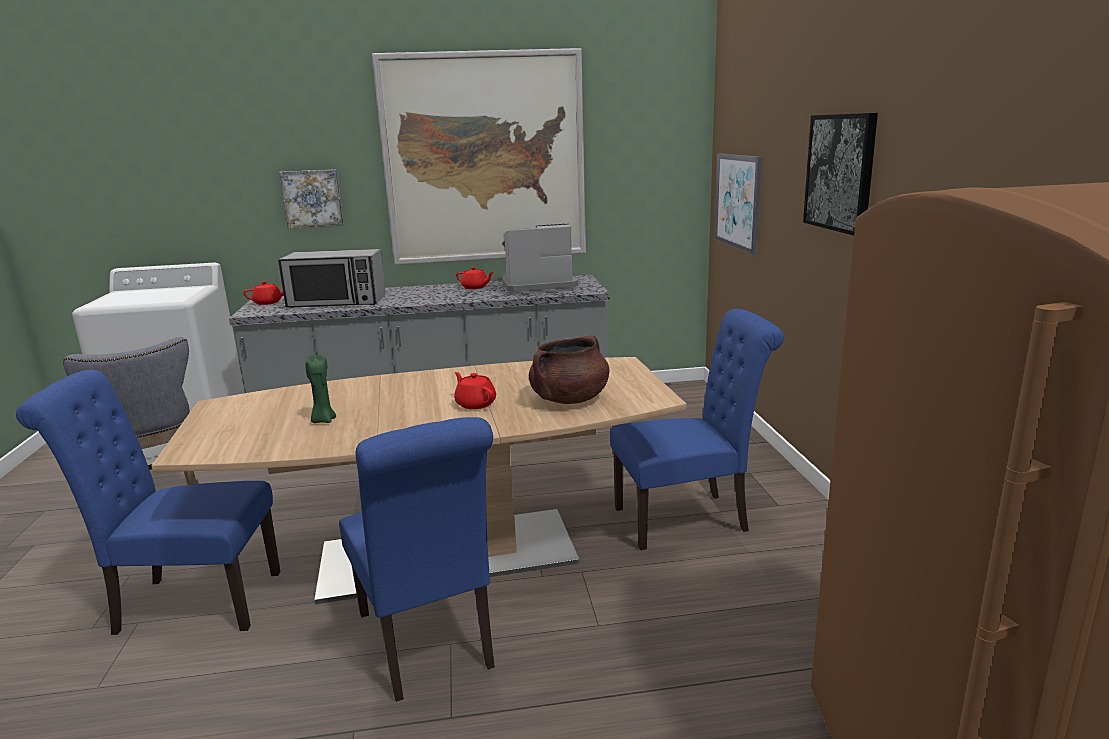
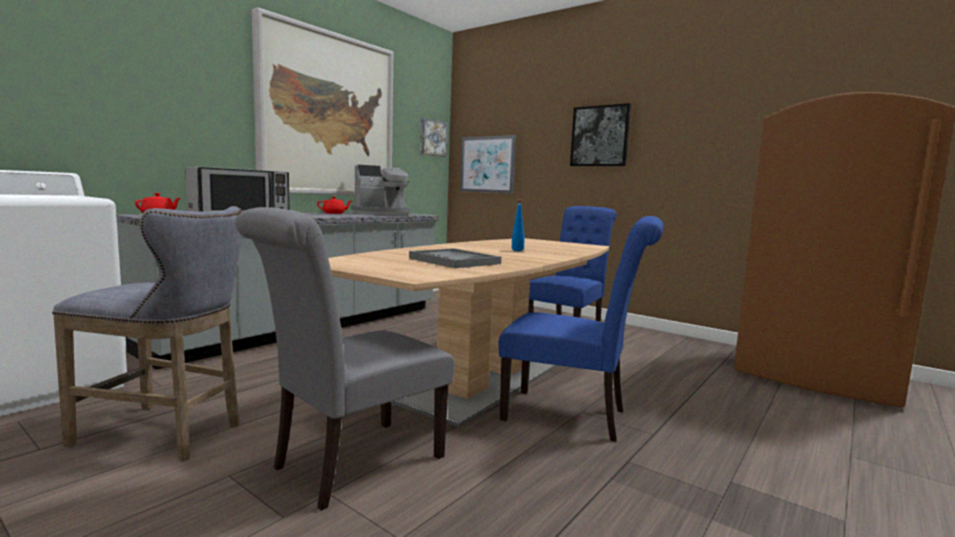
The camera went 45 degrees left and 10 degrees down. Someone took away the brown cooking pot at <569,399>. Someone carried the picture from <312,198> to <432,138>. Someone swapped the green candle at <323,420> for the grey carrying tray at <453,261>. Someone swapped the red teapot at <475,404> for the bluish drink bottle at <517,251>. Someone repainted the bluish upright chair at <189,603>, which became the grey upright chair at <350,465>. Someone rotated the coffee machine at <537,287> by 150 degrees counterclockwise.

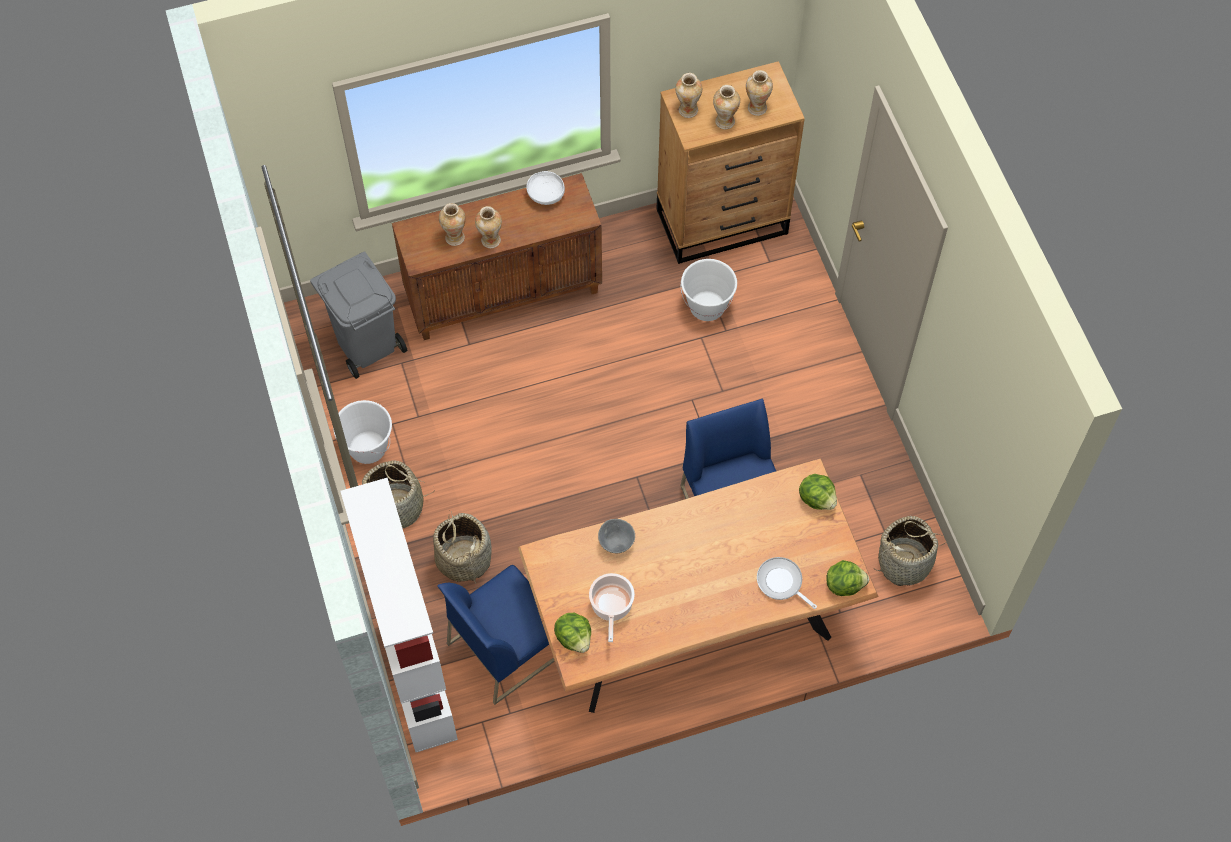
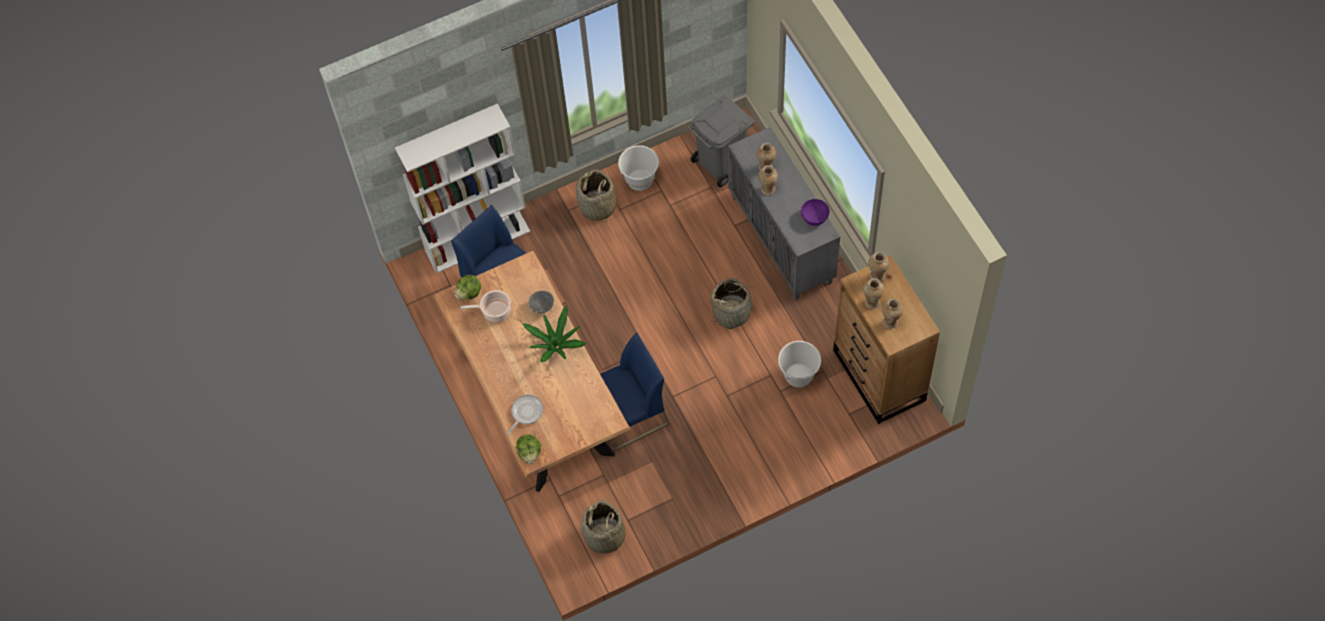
The camera went 85 degrees right and 0 degrees up. Someone took away the lettuce head at <817,498>. Someone put down the houseplant at <556,344>. Someone carried the household basket from <463,558> to <732,312>. Someone repainted the brown cupboard at <504,293>, which became the grey cupboard at <782,239>. Someone repainted the whitish bowl at <545,195>, which became the purple-coloured bowl at <814,216>.

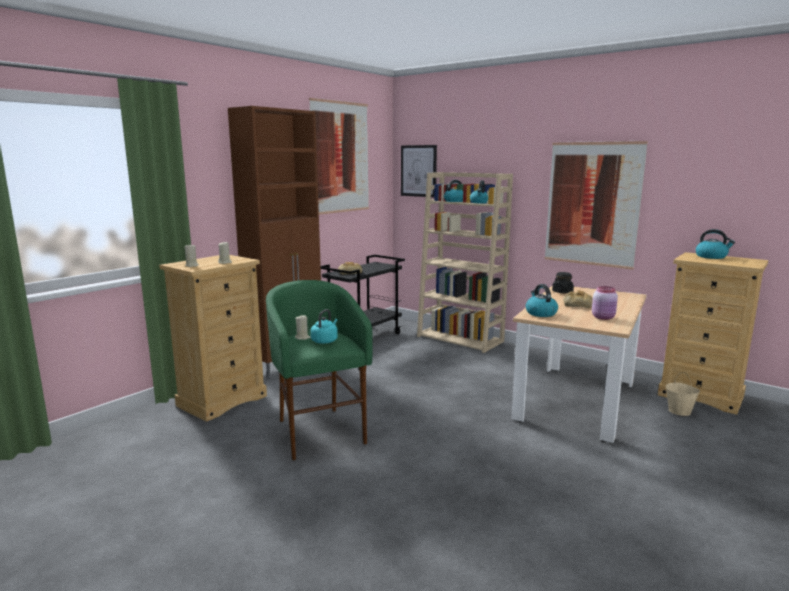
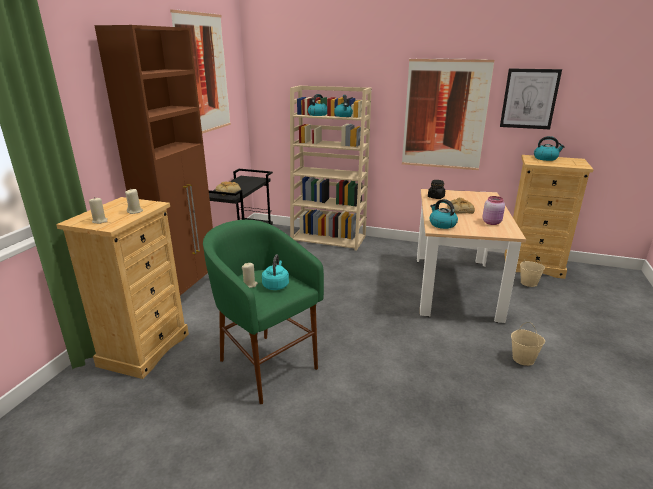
The camera went 20 degrees left and 10 degrees up. Someone put down the beige-coloured pail at <523,359>. Someone carried the picture from <418,171> to <529,99>.

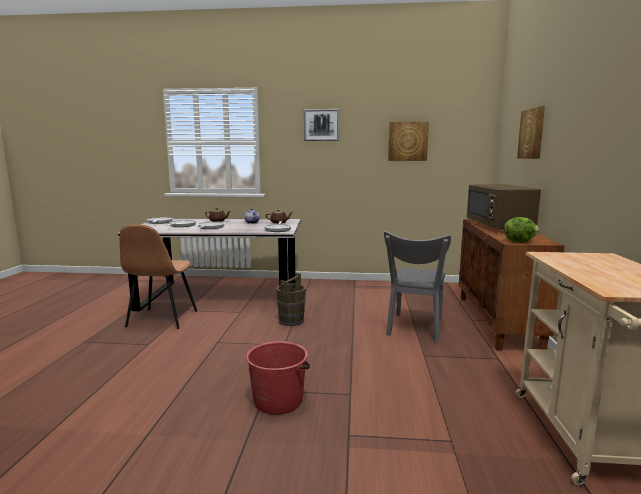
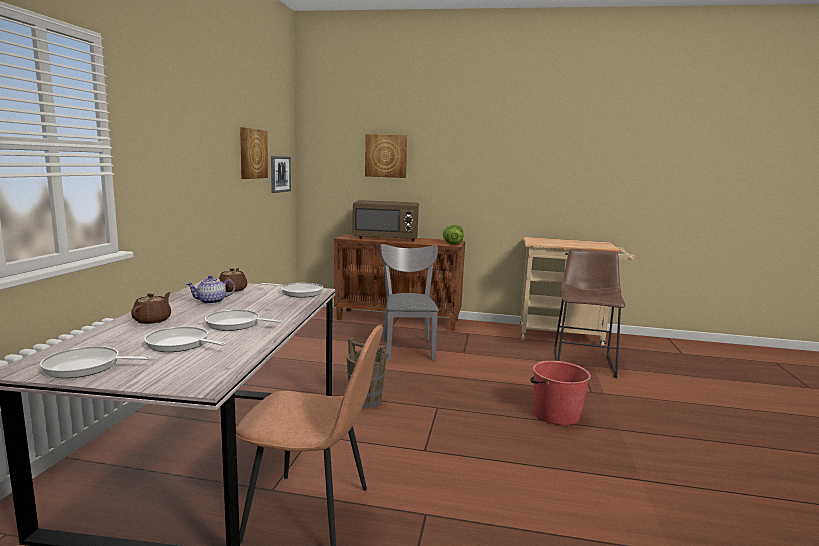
The camera went 85 degrees left and 0 degrees up. Someone put down the brown sitting stool at <583,361>. Someone carried the picture from <321,125> to <280,174>. Someone rotated the grey upright chair at <414,329> by 120 degrees counterclockwise.

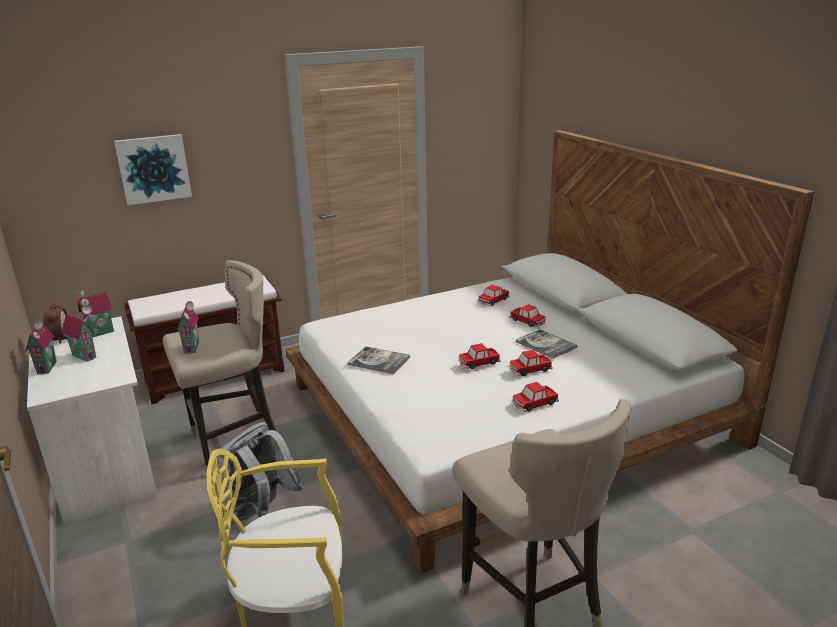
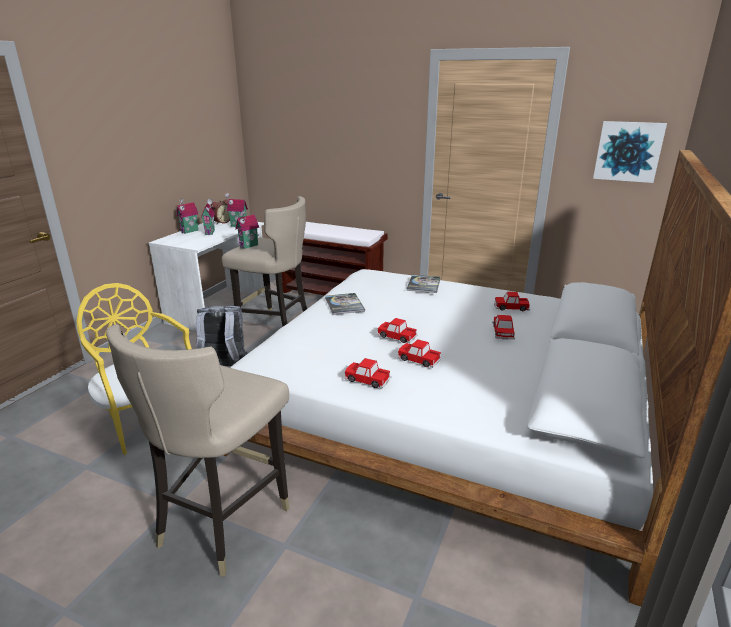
The camera went 50 degrees right and 0 degrees up. Someone carried the picture from <154,169> to <628,151>. Someone carried the volume from <546,344> to <423,284>.

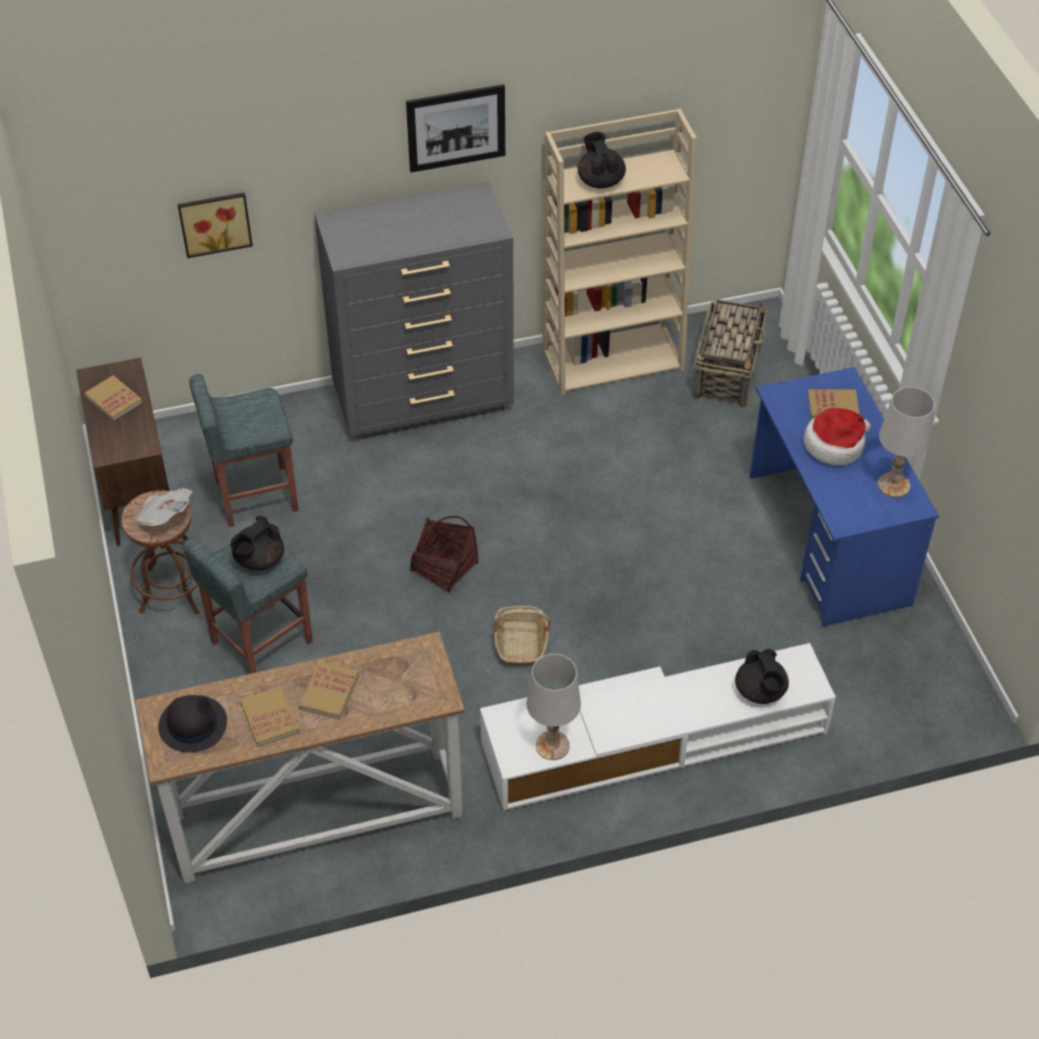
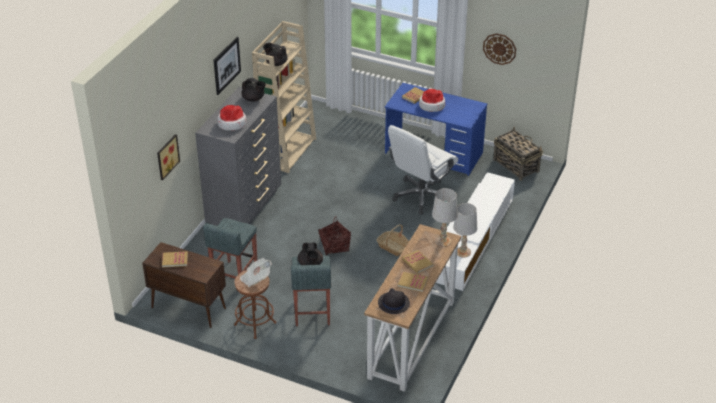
The camera went 50 degrees left and 10 degrees down. Someone put down the clothing hat at <232,123>. Someone put down the whitish computer chair at <421,196>. Someone put up the wall clock at <499,48>. Someone carried the household basket from <727,372> to <515,165>. Someone carried the black teapot from <760,692> to <253,99>. Someone carried the whitish table lamp from <893,484> to <442,241>.

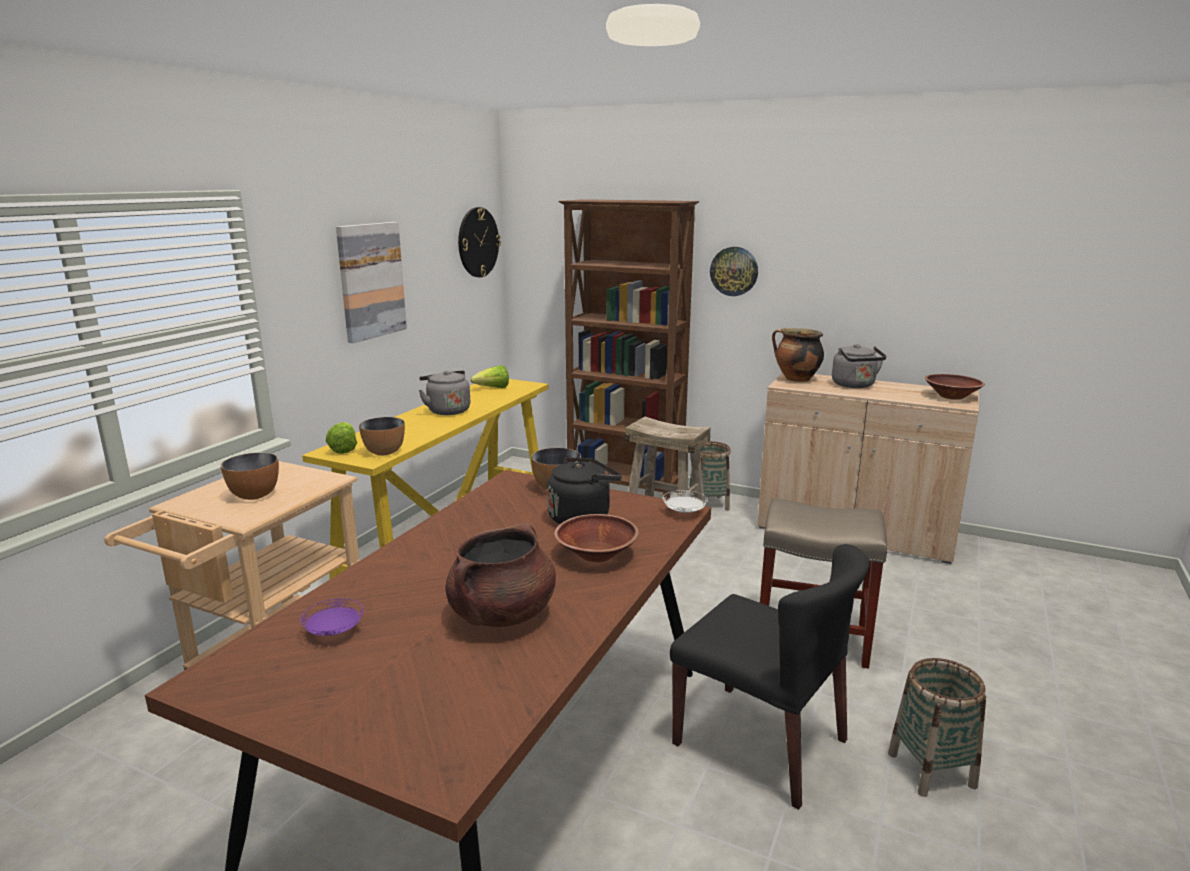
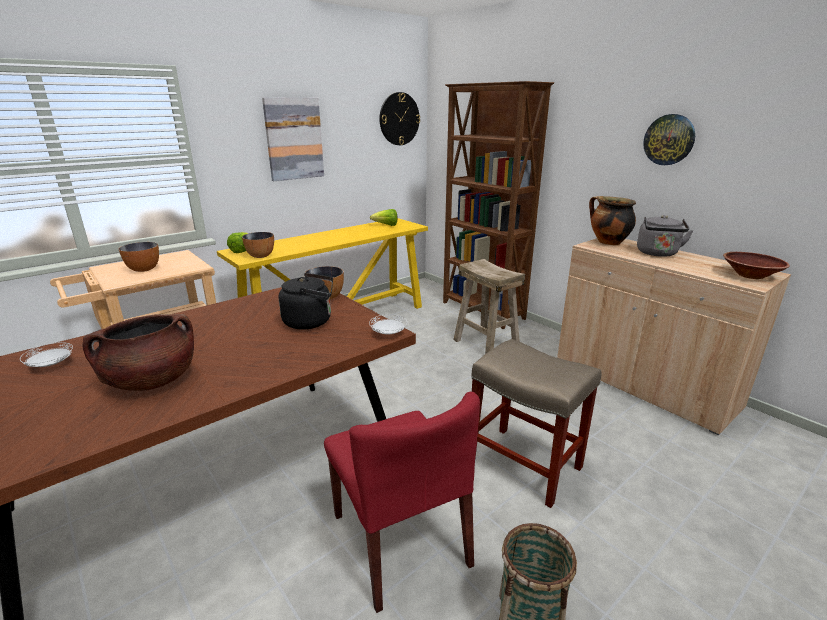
The camera went 25 degrees right and 5 degrees up. Someone took away the grey tea kettle at <447,410>. Someone took away the brown bowl at <597,554>. Someone took away the household basket at <708,504>. Someone carried the wall clock from <734,271> to <669,140>. Someone repainted the purple-coloured plate at <334,631>, which became the whitish plate at <51,365>. Someone repainted the black upright chair at <761,742>, which became the red upright chair at <401,540>.

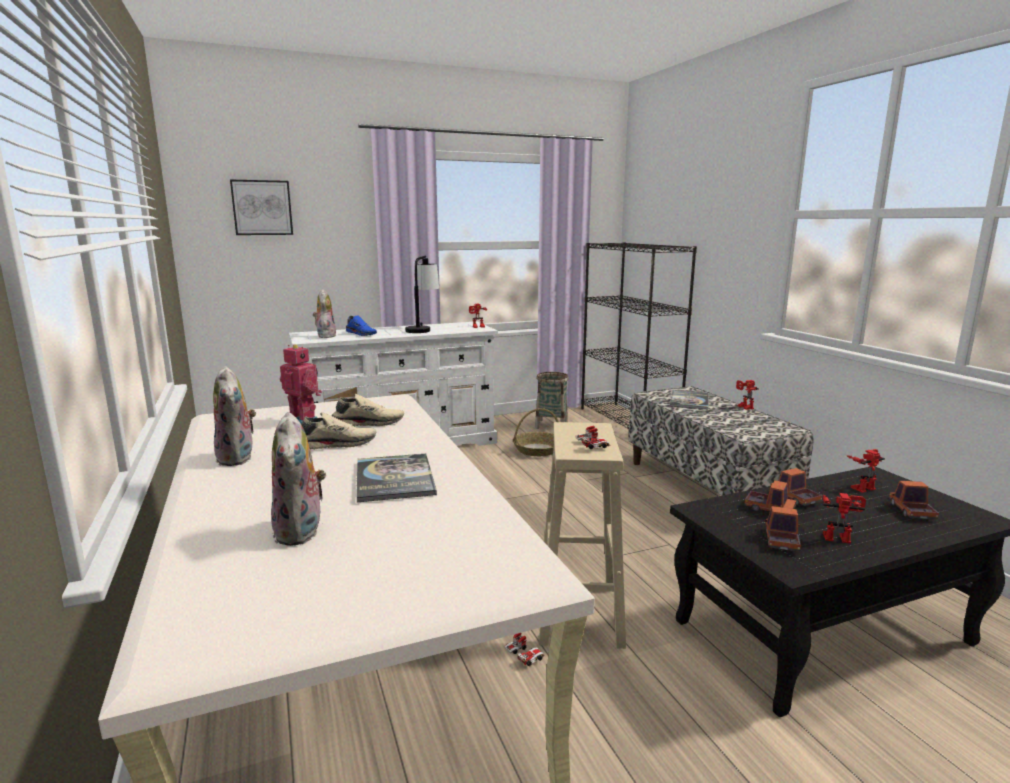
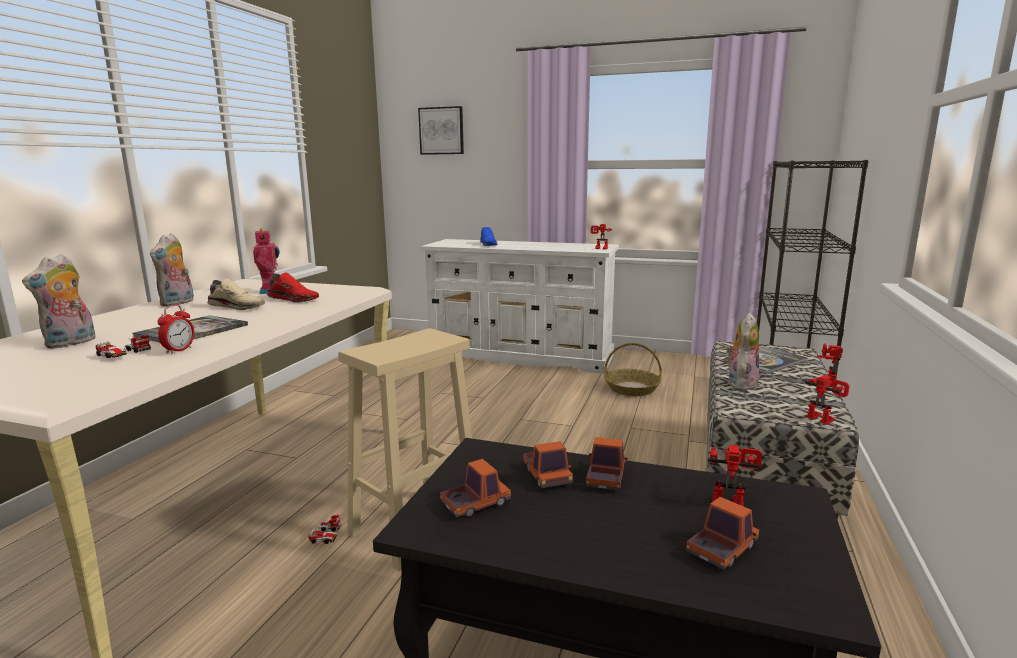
The camera went 40 degrees right and 0 degrees up. Someone took away the table lamp at <422,329>. Someone took away the household basket at <551,425>. Someone put down the alarm clock at <179,350>. Someone carried the soft toy from <325,336> to <740,383>. Someone carried the model car from <591,444> to <125,354>. Someone carried the robot figure from <837,536> to <823,418>. Someone repainted the beige-coloured item of footwear at <368,423>, which became the red item of footwear at <294,299>.

